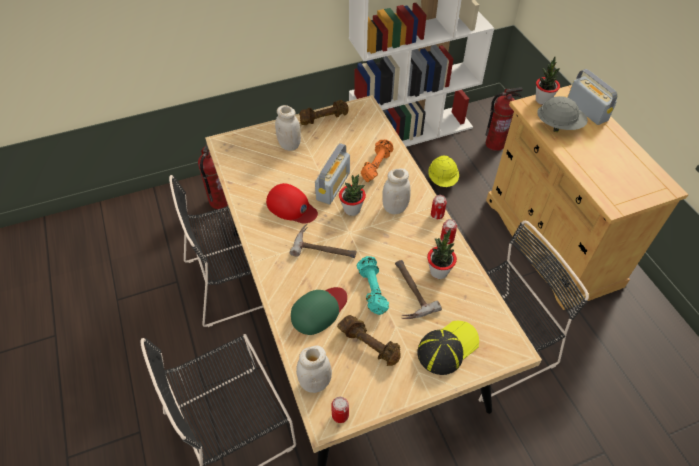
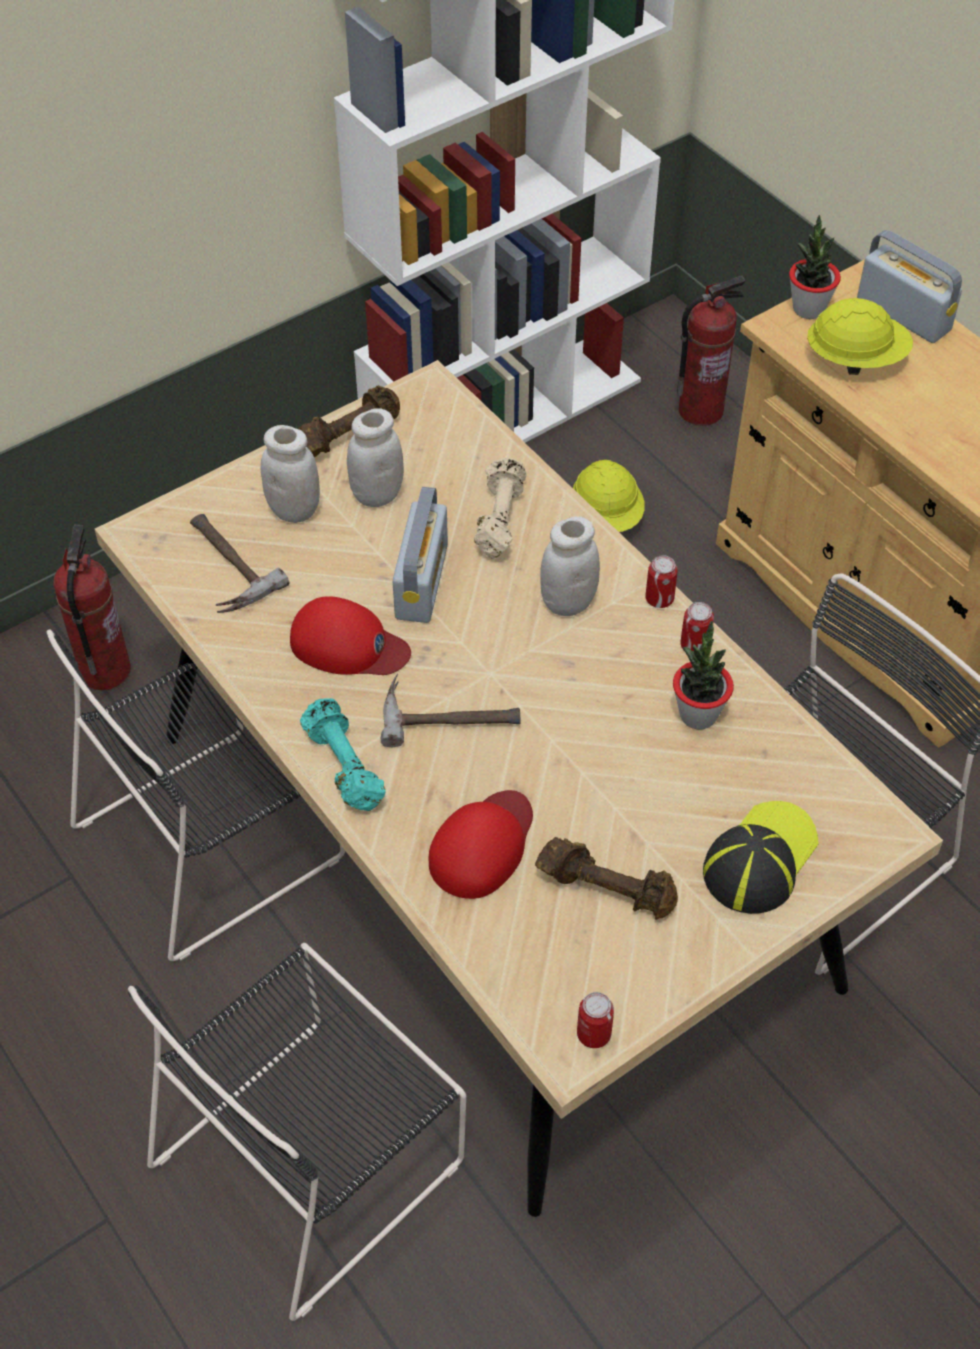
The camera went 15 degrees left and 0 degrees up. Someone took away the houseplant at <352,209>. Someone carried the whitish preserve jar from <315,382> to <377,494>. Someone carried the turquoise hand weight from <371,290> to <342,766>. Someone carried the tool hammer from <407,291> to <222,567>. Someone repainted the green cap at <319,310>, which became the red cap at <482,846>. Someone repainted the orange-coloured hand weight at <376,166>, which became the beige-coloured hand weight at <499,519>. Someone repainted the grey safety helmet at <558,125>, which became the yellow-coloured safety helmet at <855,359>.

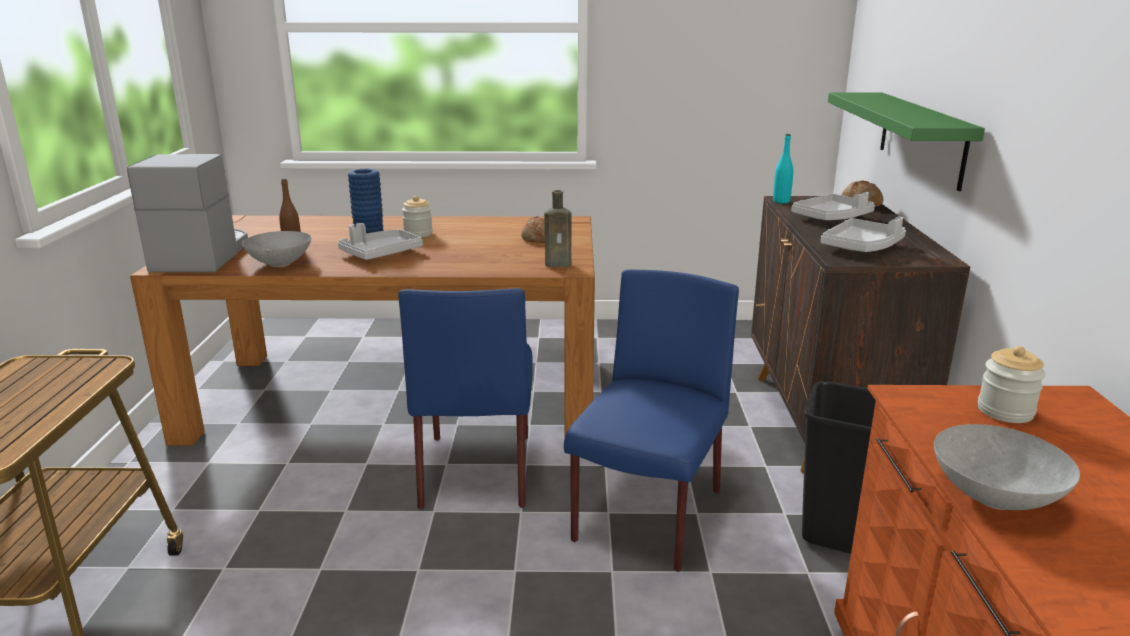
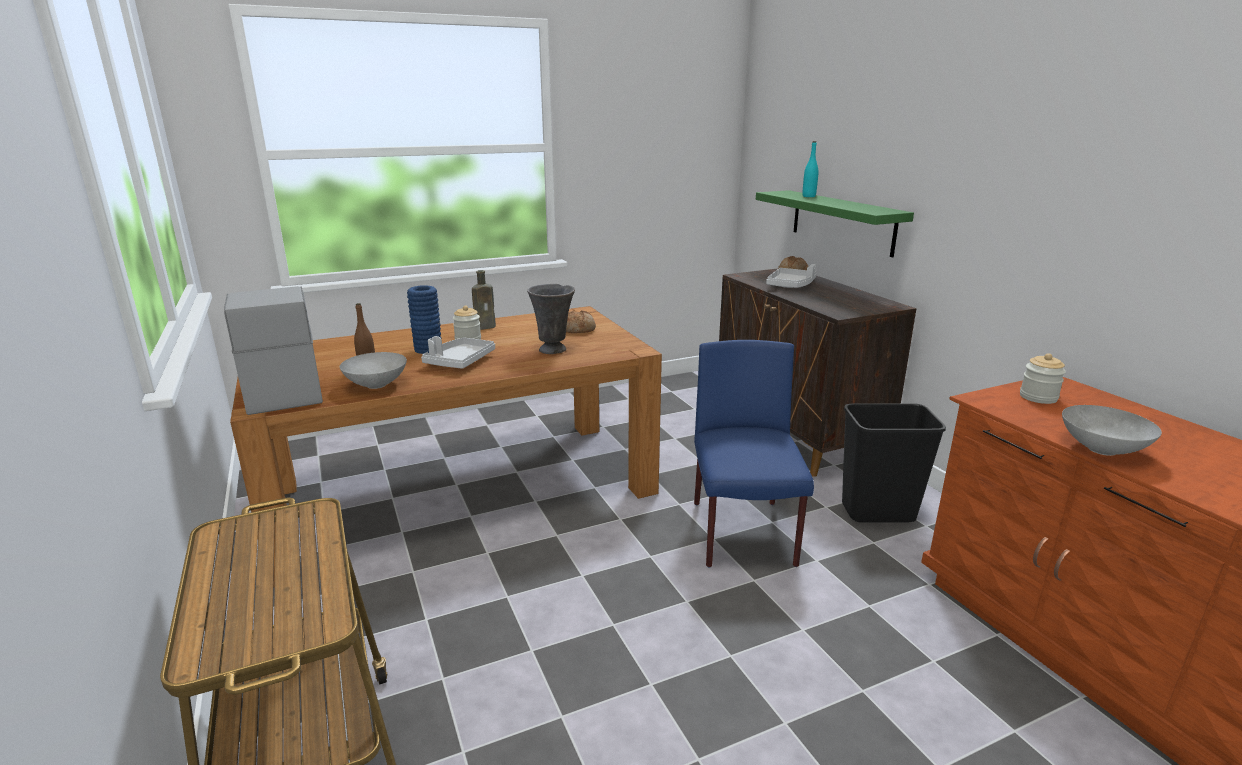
The camera went 25 degrees left and 0 degrees up. Someone took away the bluish upright chair at <476,469>. Someone took away the grey carrying tray at <862,247>. Someone put down the grey vase at <553,350>. Someone carried the brown drink bottle from <560,264> to <486,327>. Someone carried the turquoise drink bottle from <781,201> to <808,196>.

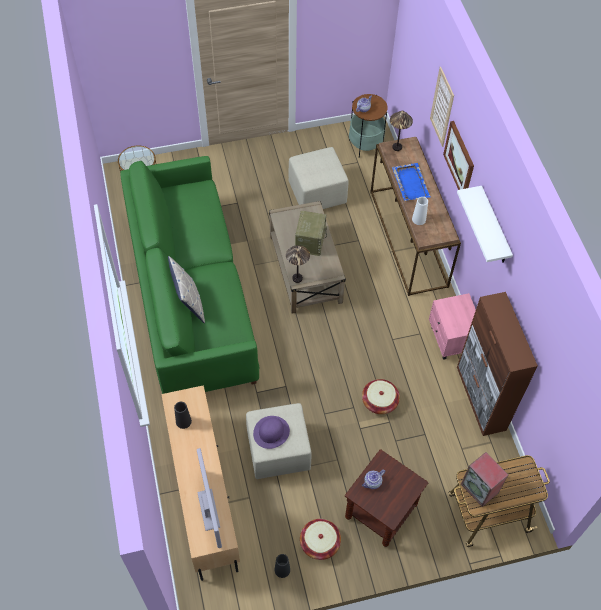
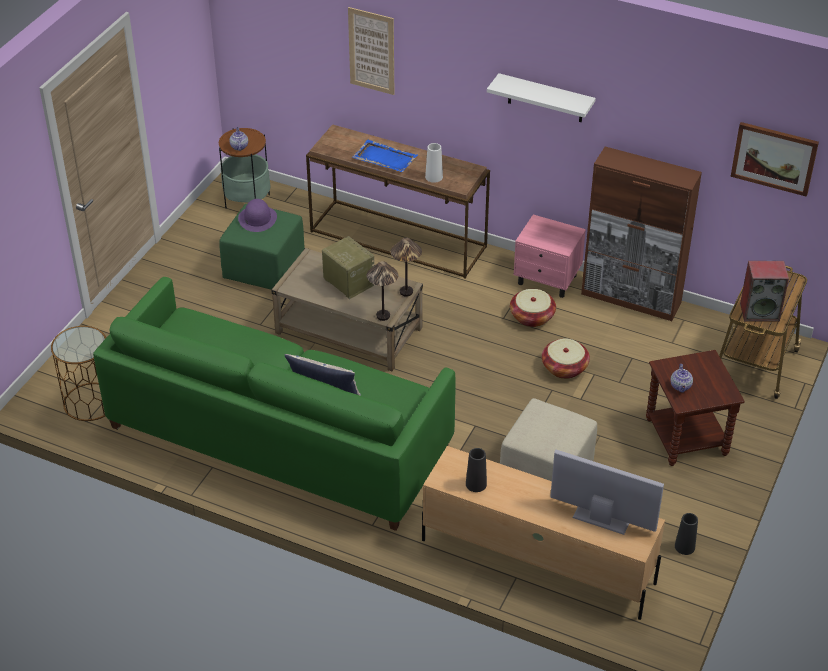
The camera went 50 degrees left and 15 degrees down. Someone carried the purple-coloured clothing hat from <271,432> to <257,218>. Someone carried the household basket from <319,543> to <532,317>. Someone carried the table lamp from <396,147> to <406,292>. Someone carried the picture from <459,159> to <774,158>. Someone repainted the beige-coloured ottoman at <316,194>, which became the green ottoman at <264,269>.

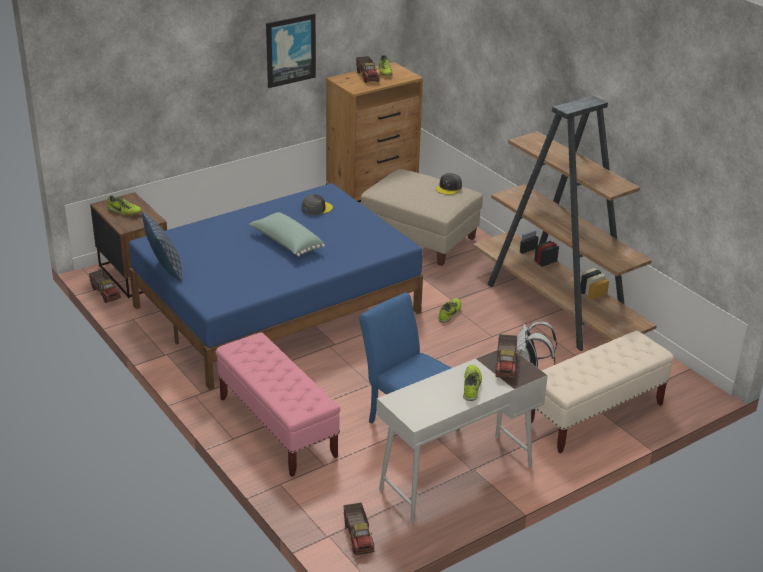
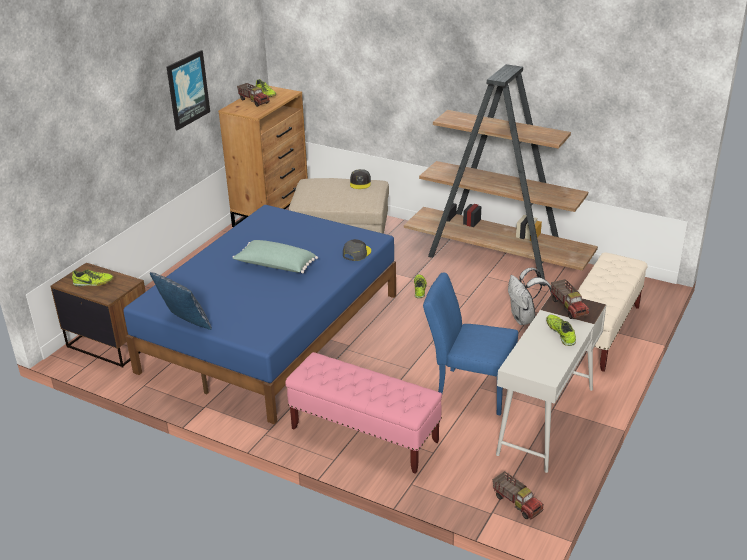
The camera went 25 degrees left and 0 degrees up. Someone took away the toy truck at <105,293>. Someone carried the grey cap from <316,208> to <356,253>.

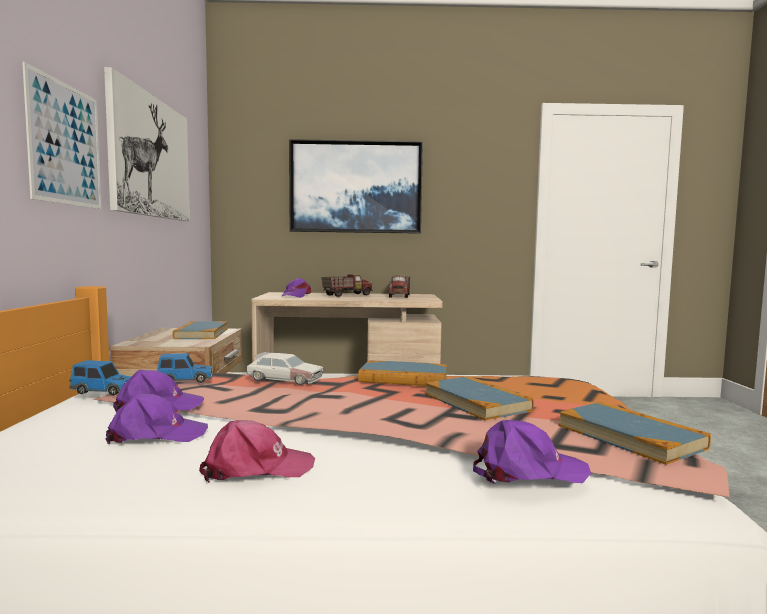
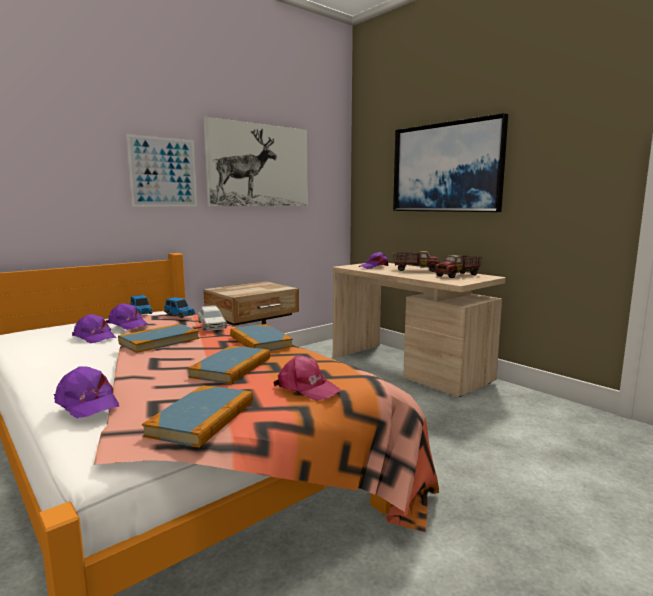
The camera went 50 degrees right and 5 degrees up. Someone carried the volume from <201,333> to <159,341>. Someone carried the pink cap from <256,468> to <307,388>.

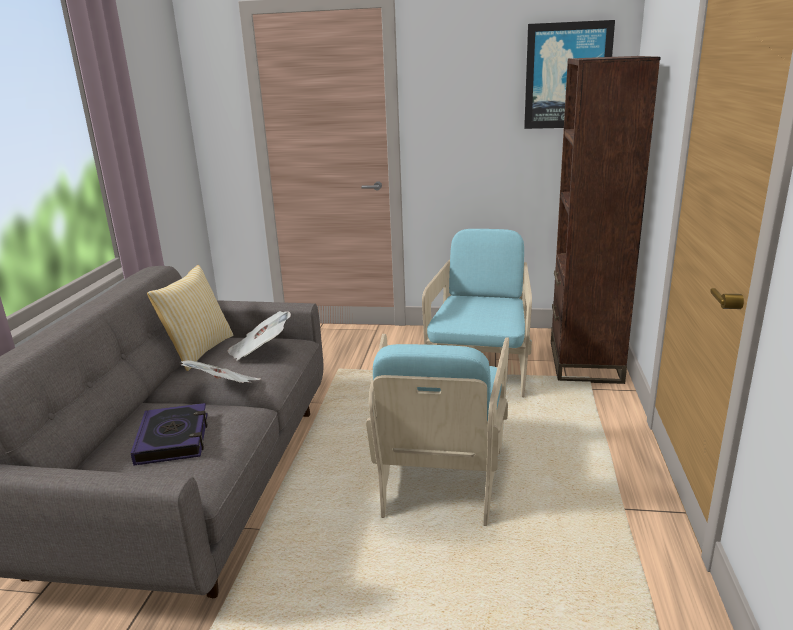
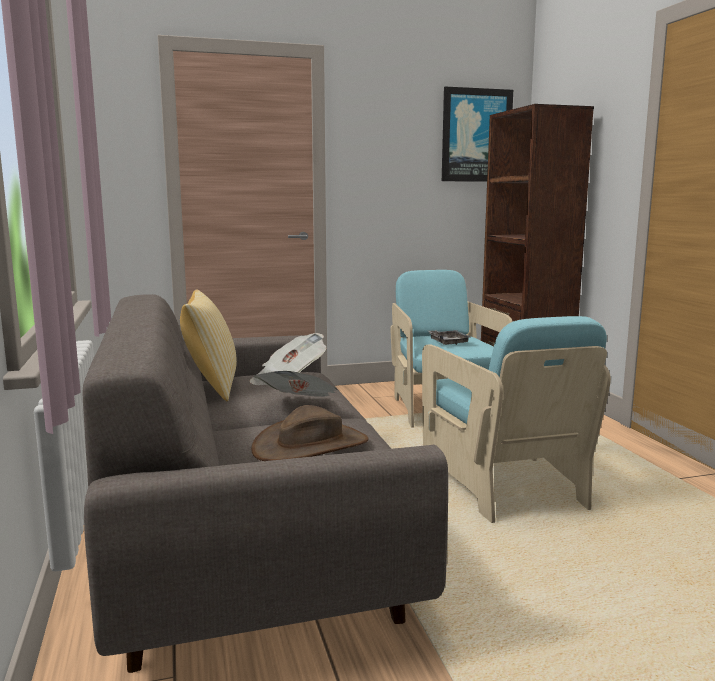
The camera went 25 degrees left and 10 degrees down. Someone put down the grey carrying tray at <448,342>. Someone swapped the volume at <173,439> for the brown clothing hat at <310,445>.

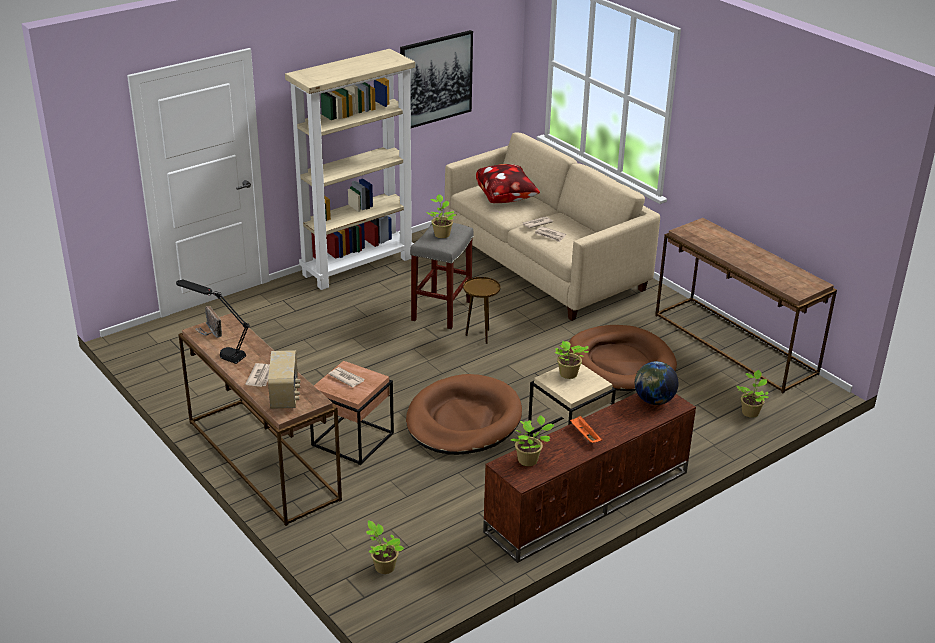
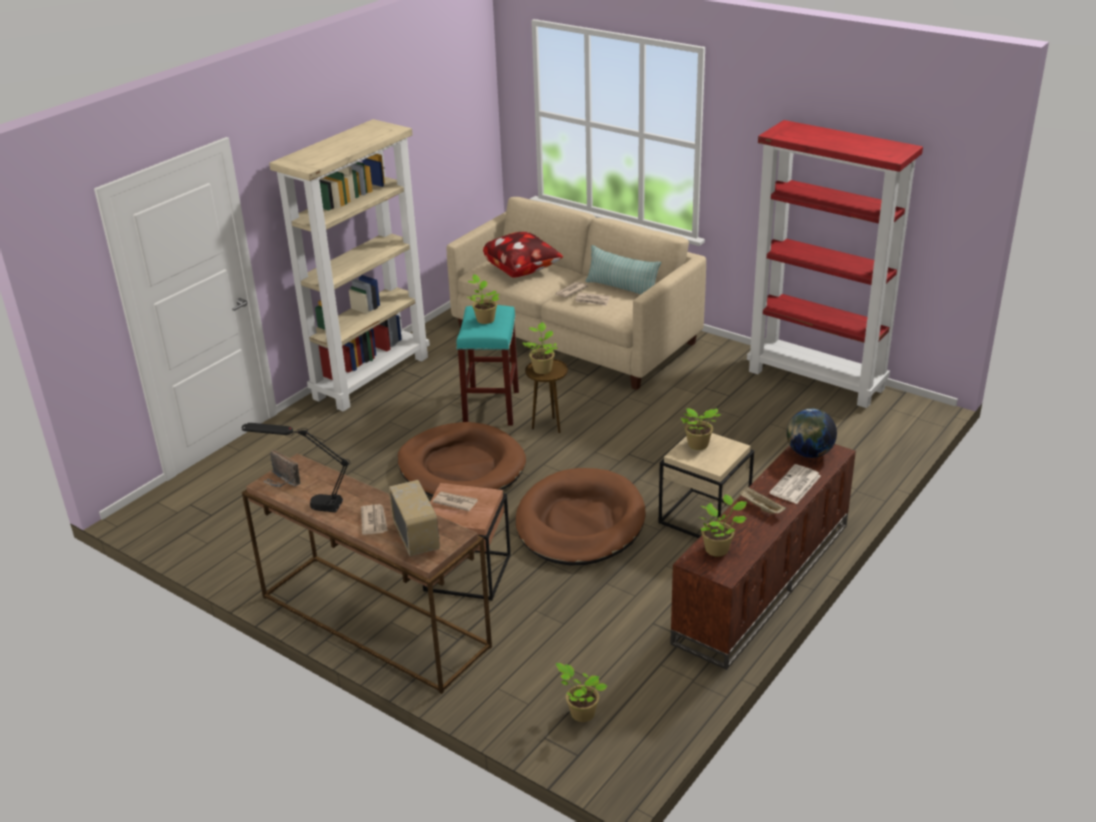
The camera went 15 degrees left and 0 degrees up. Someone took away the picture at <435,79>. Someone put down the cushion at <622,288>. Someone put down the daily paper at <795,485>. Someone carried the brown dog bed from <620,363> to <461,467>. Someone carried the houseplant from <750,412> to <542,369>. Someone swapped the brown hall table at <736,344> for the red bookshelf at <817,380>. Someone repainted the grey sitting stool at <441,310>, which became the turquoise sitting stool at <491,407>. Someone repainted the orange-coloured carrying tray at <584,435>, which became the beige-coloured carrying tray at <760,507>.

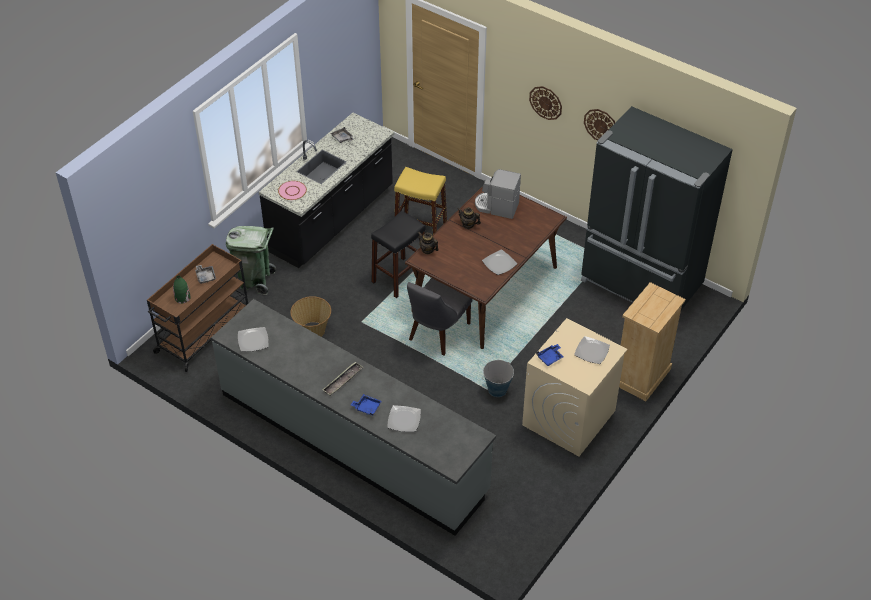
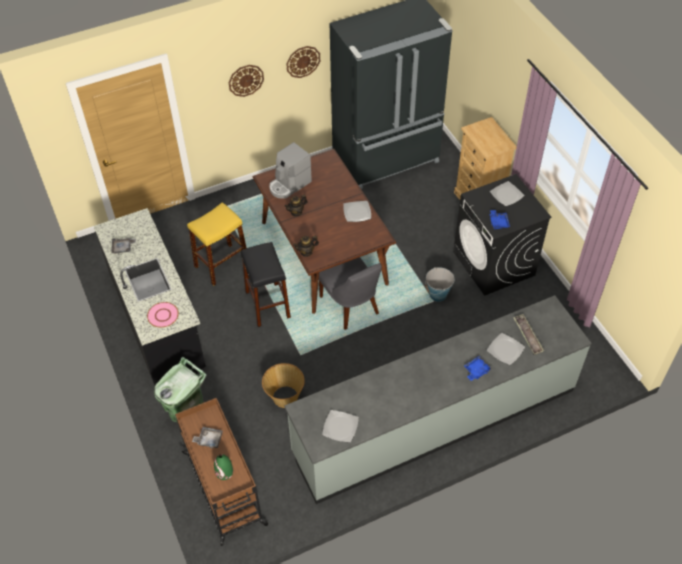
The camera went 60 degrees left and 5 degrees up. Someone carried the carrying tray from <343,381> to <527,336>. Someone repainted the beige-coloured laundry appliance at <568,418>, which became the black laundry appliance at <494,263>.

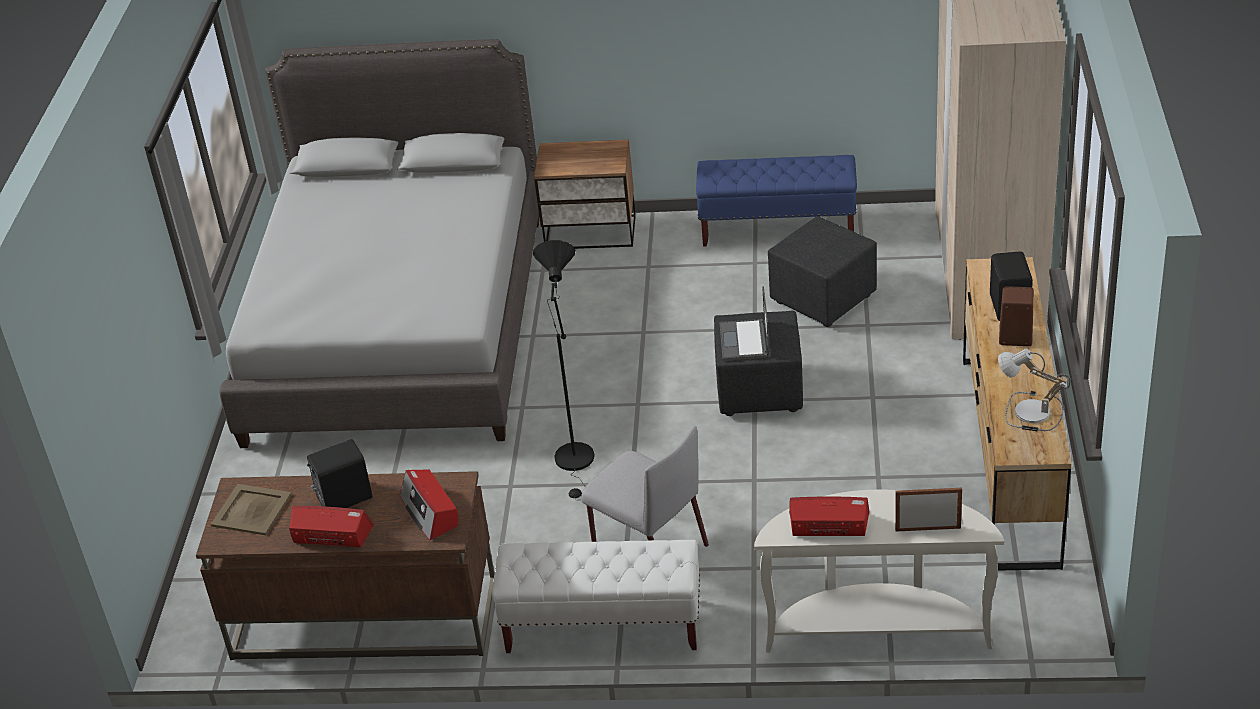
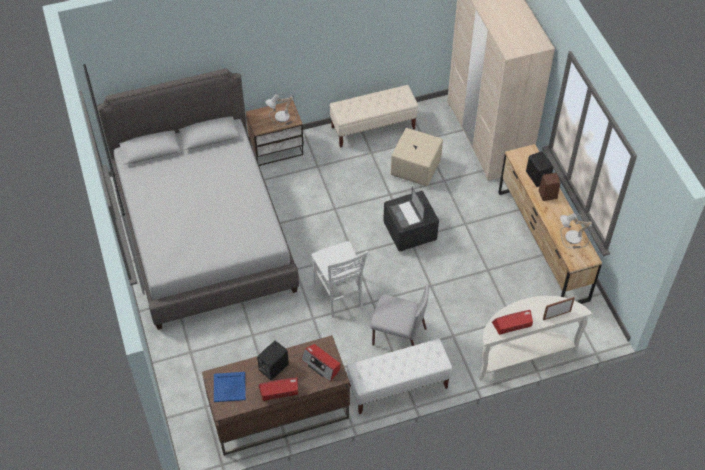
The camera went 25 degrees left and 15 degrees up. Someone put down the table lamp at <282,118>. Someone swapped the black standard lamp at <576,463> for the whitish upright chair at <339,296>. Someone repainted the beige-coloured carrying tray at <251,510>, which became the bluish carrying tray at <229,387>. Someone repainted the bluish long seat at <778,228>, which became the beige-coloured long seat at <373,128>. Someone repainted the black ottoman at <824,299>, which became the beige-coloured ottoman at <416,168>.

